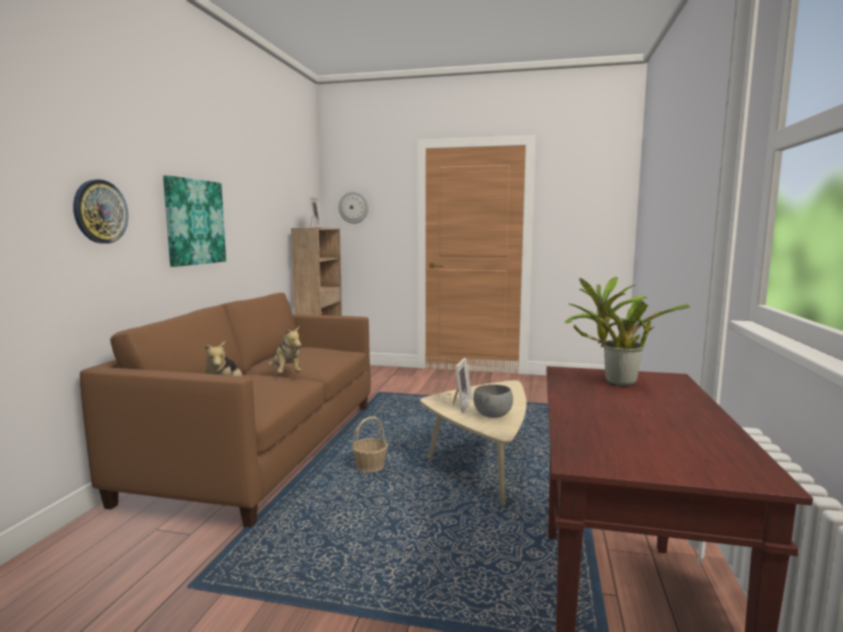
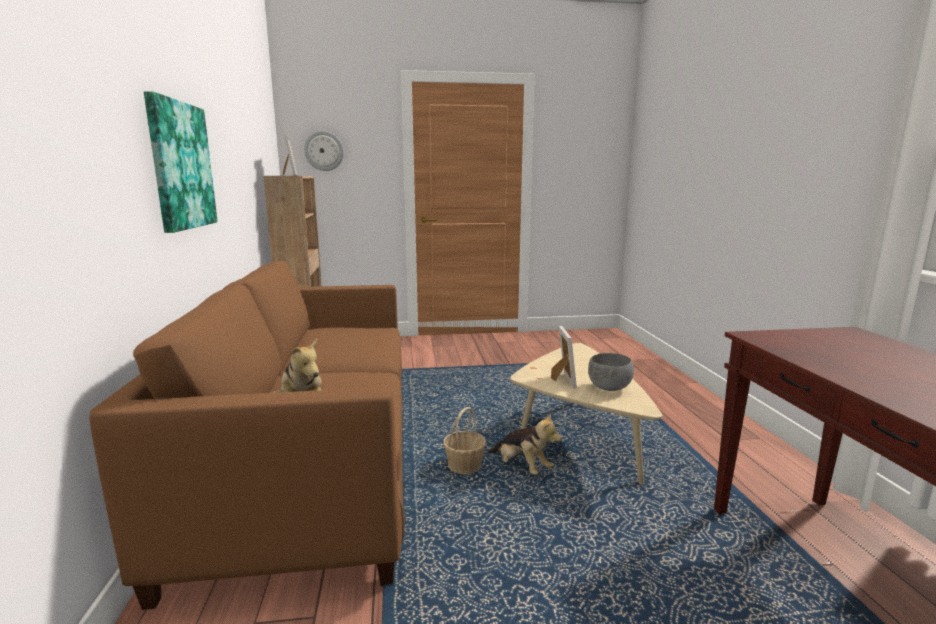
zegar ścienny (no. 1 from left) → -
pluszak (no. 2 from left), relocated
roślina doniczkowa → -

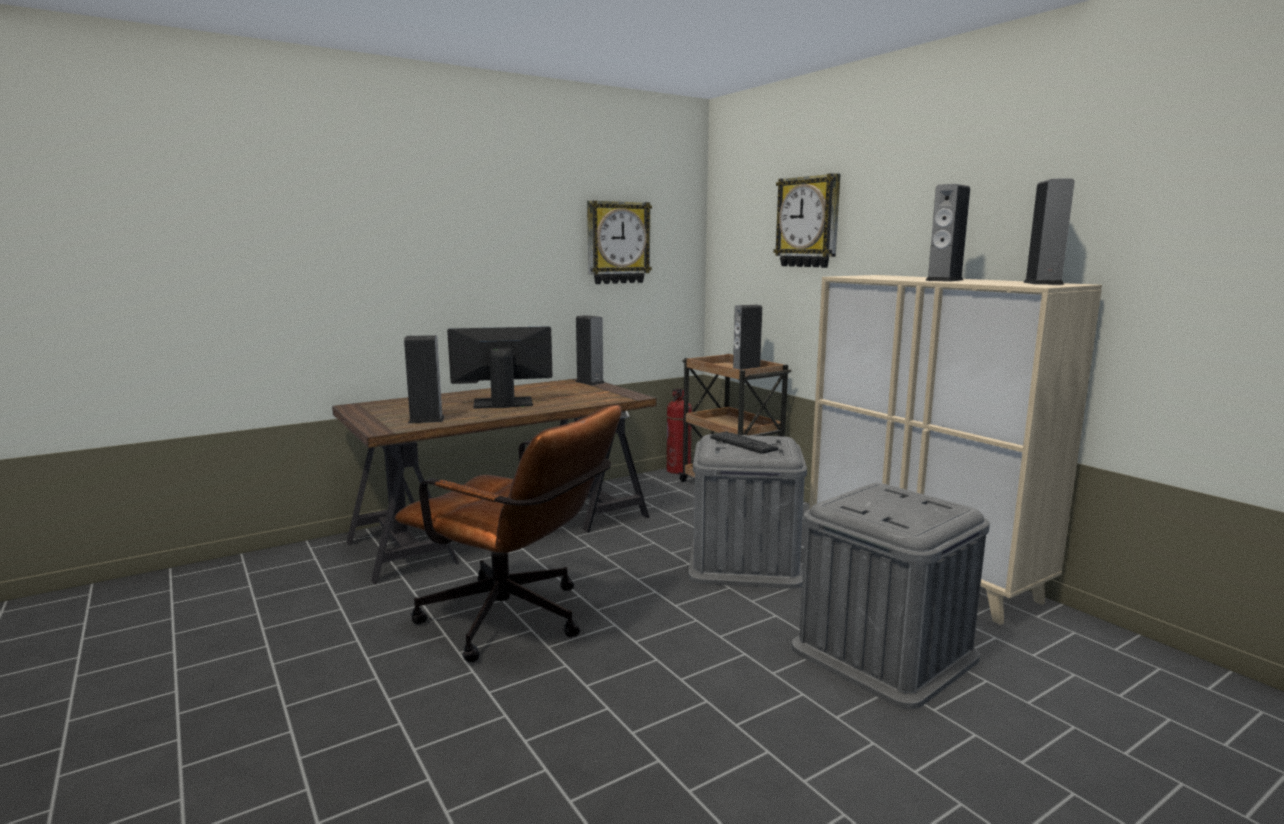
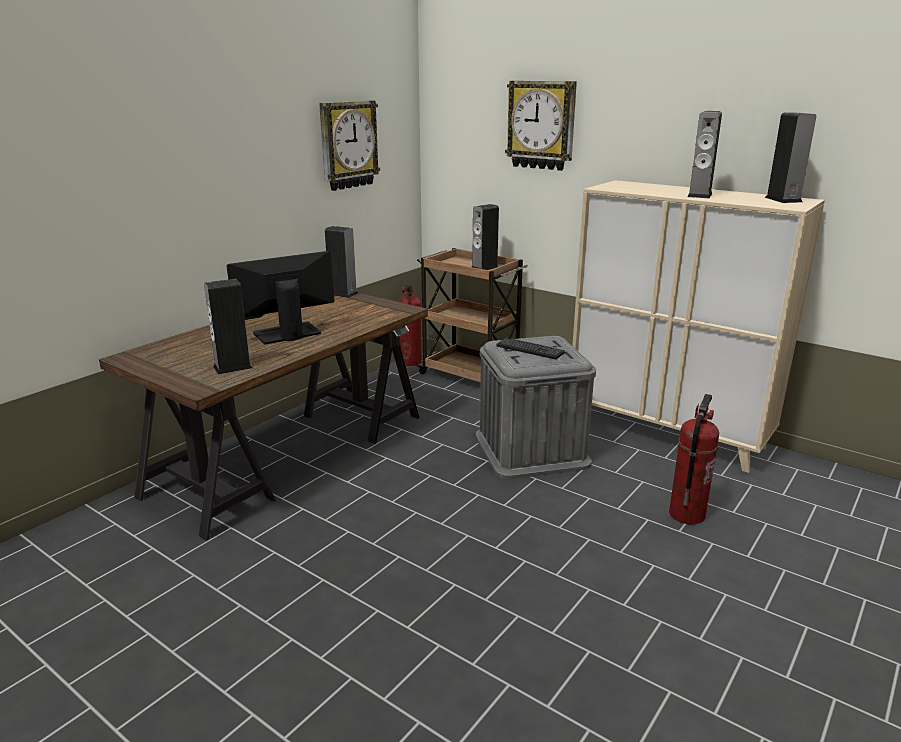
krzesło biurowe (brązowy) → -
pojemnik do przechowywania (szary) (no. 2 from left) → gaśnica (no. 2 from left)

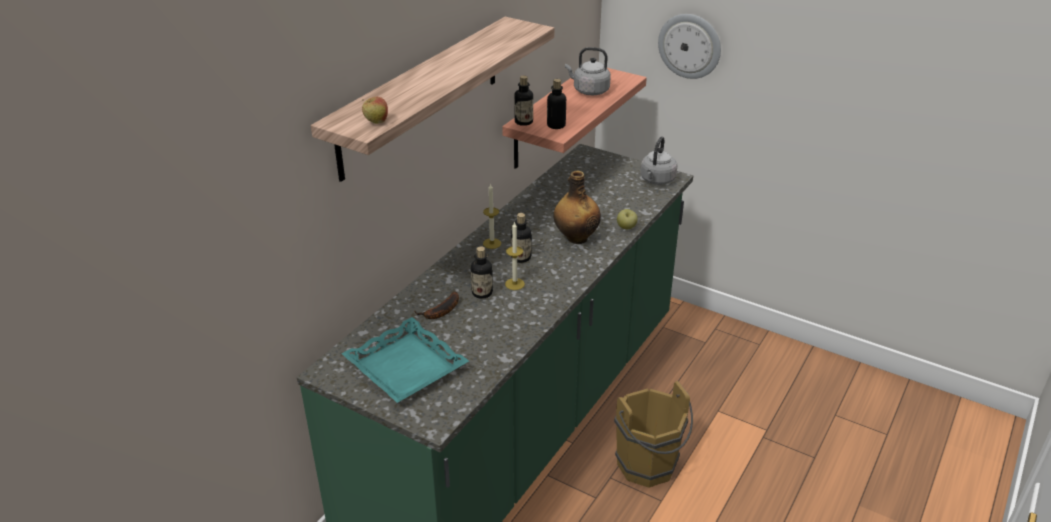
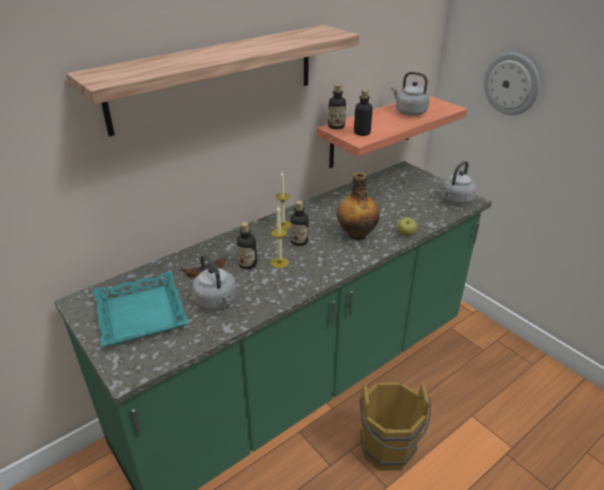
jabłko (no. 1 from left) → -
- → czajnik (szary) (no. 1 from left)

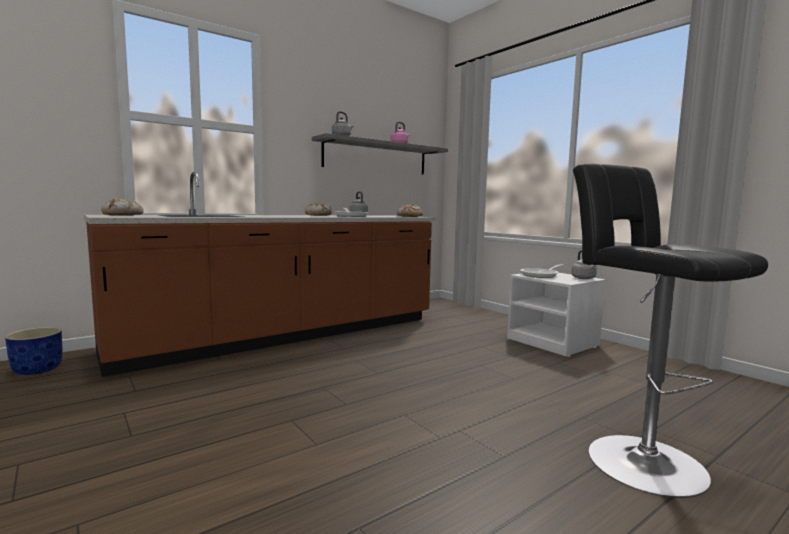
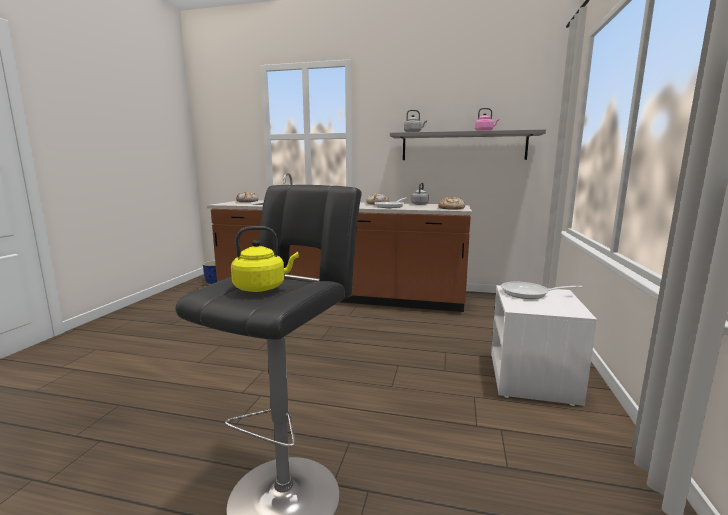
czajnik (szary) (no. 3 from left) → -
- → czajnik (żółty)

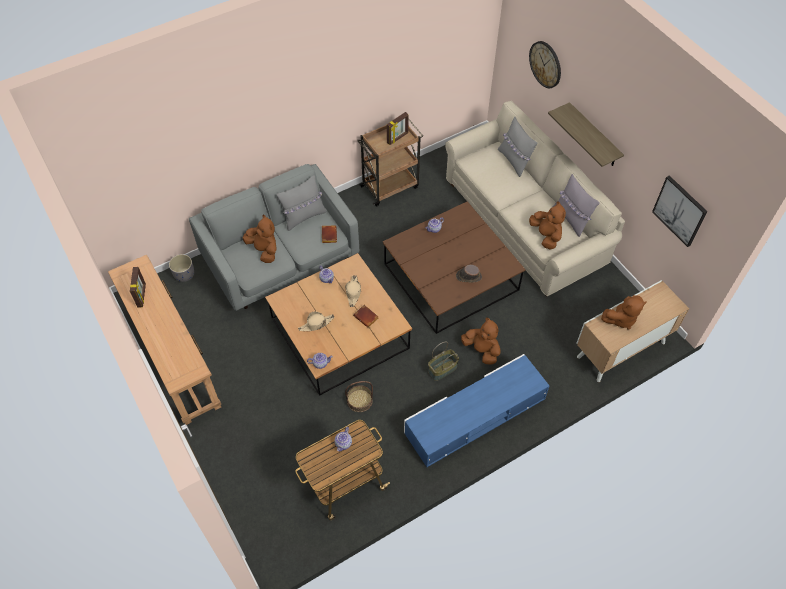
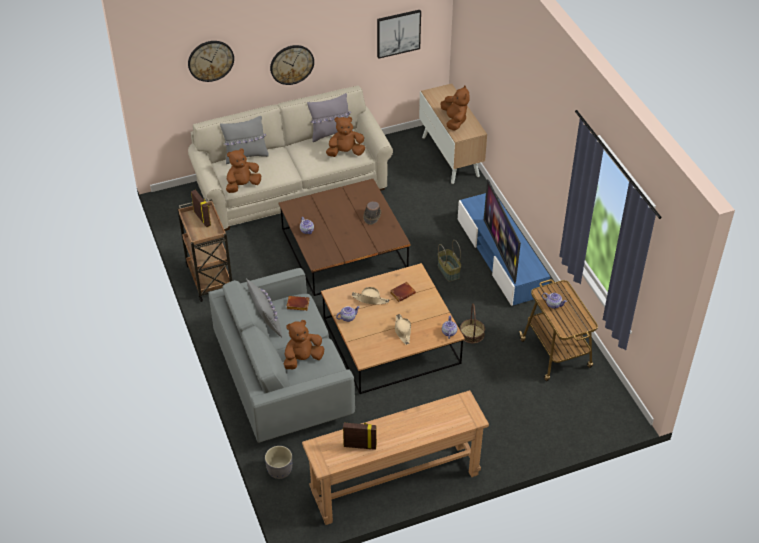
pluszak (brązowy) (no. 2 from left in the first image) → pluszak (brązowy) (no. 1 from left), relocated
półka → zegar ścienny (no. 2 from left)
- → telewizor

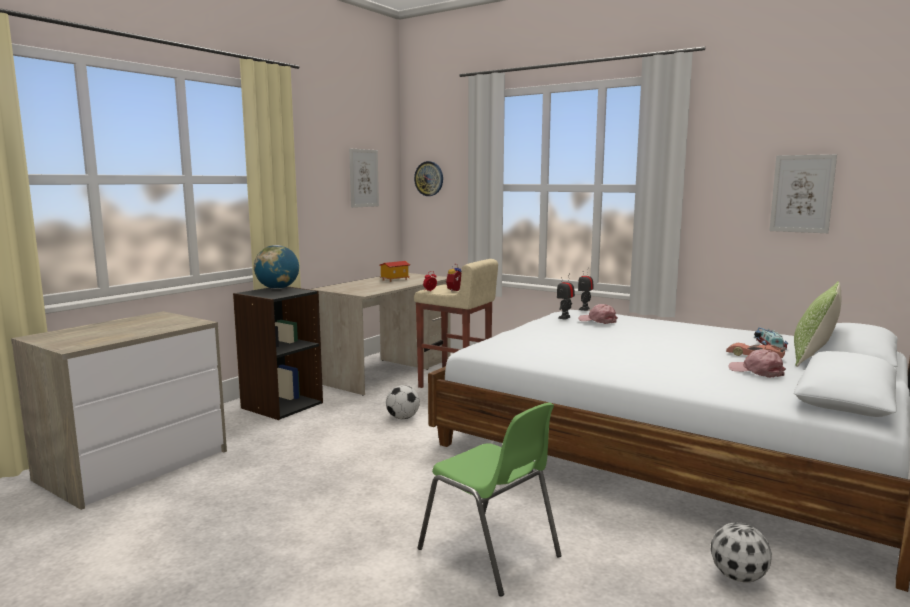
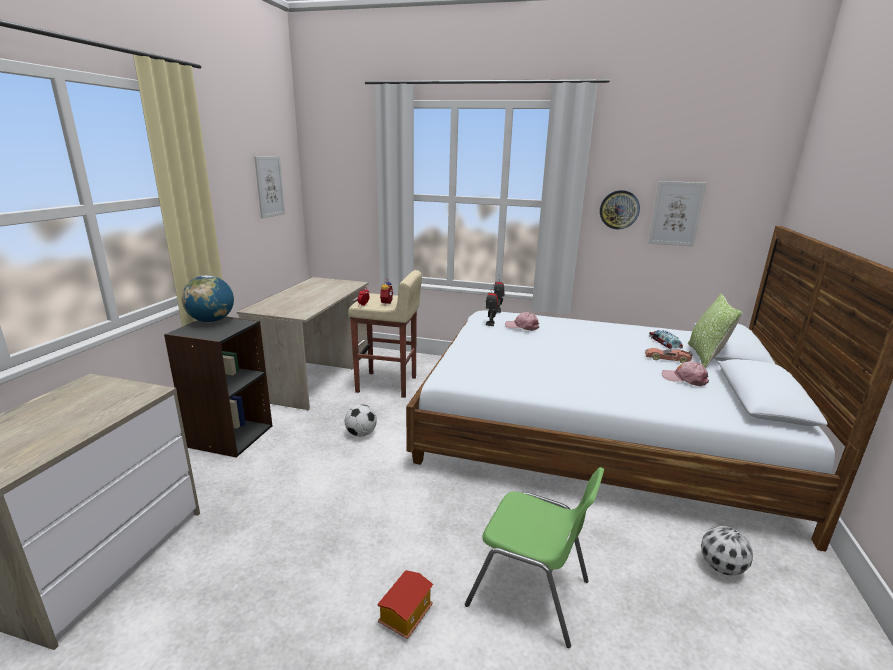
domek, relocated
zegar ścienny, relocated

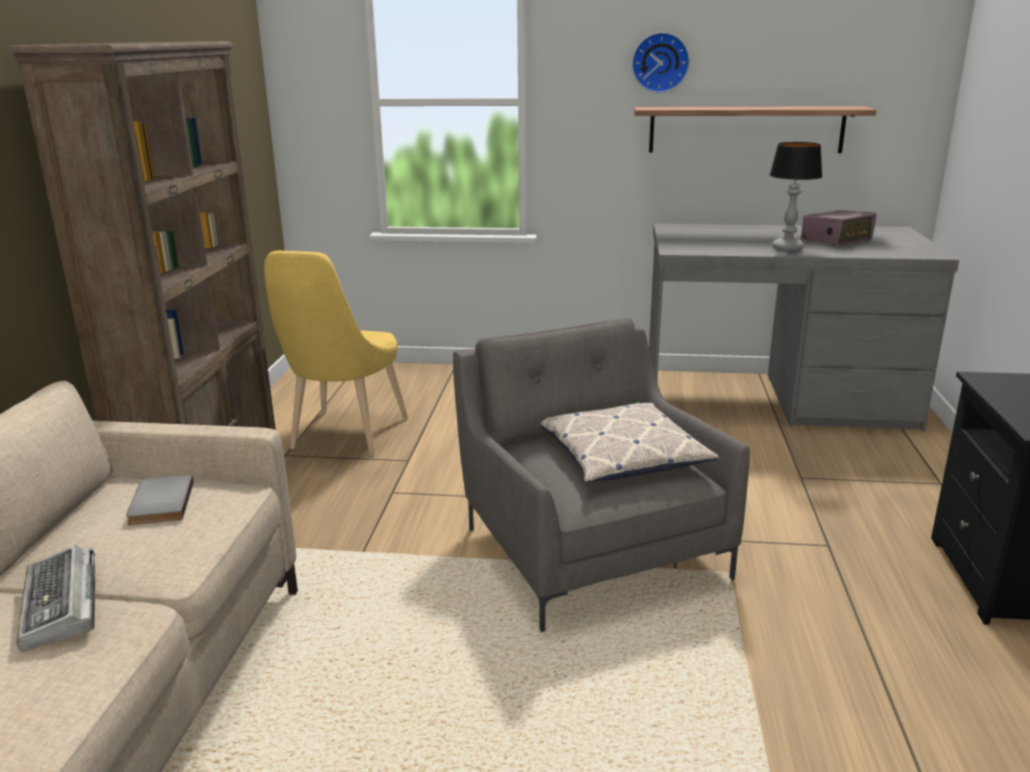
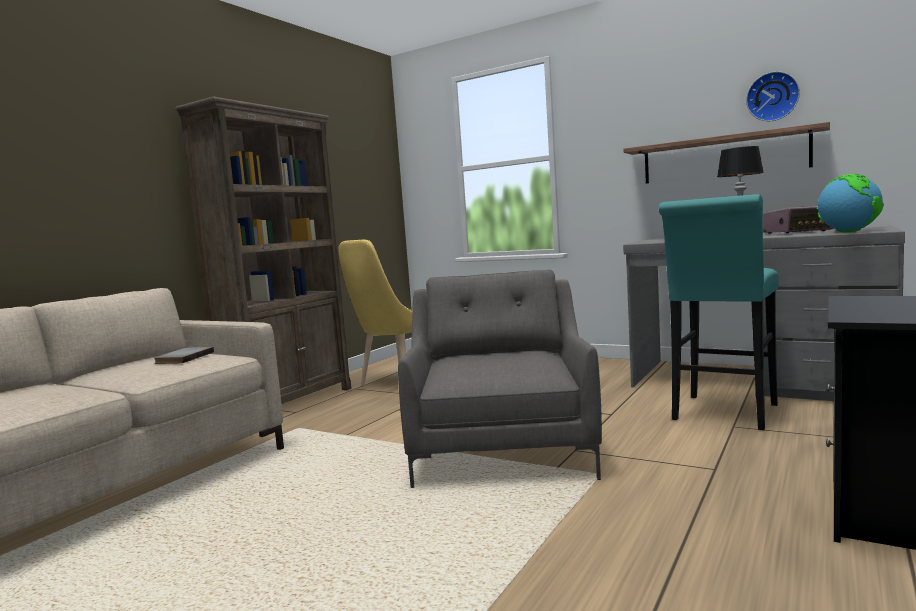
klawiatura → -
poduszka → -
zegar ścienny, relocated
- → stołek (turkusowy)
- → globus

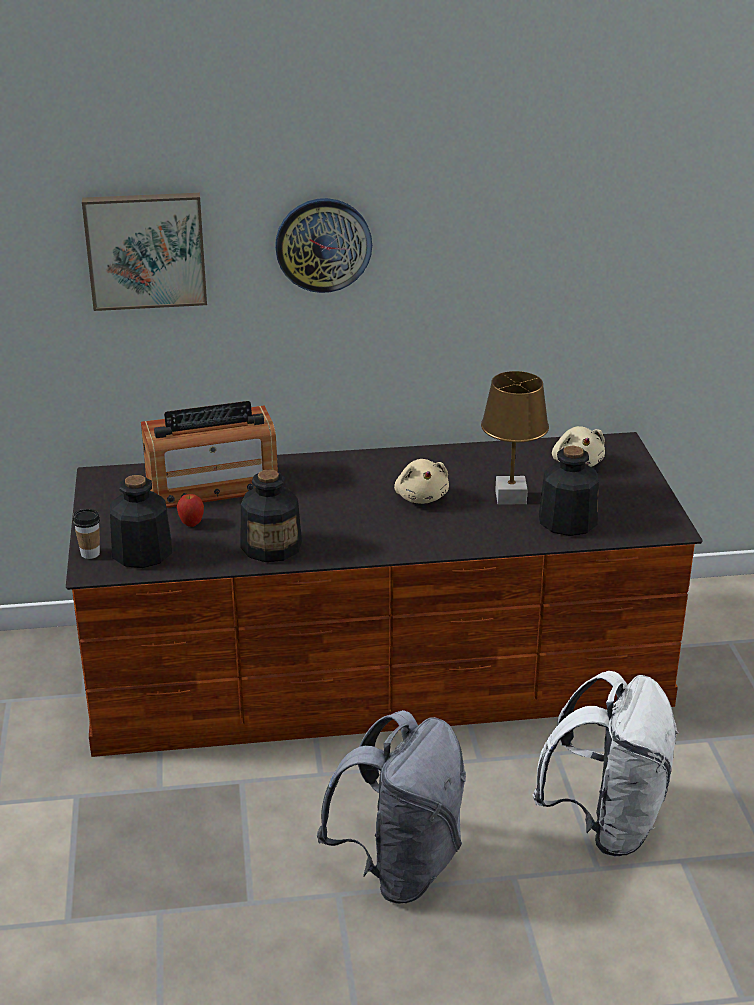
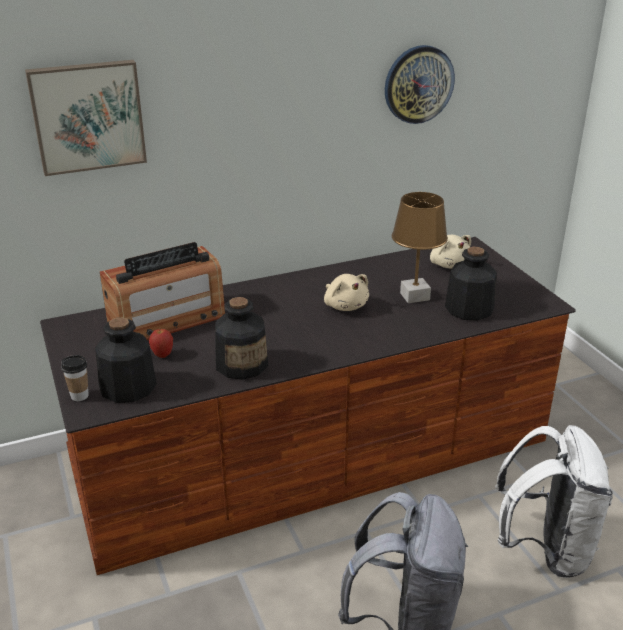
zegar ścienny, relocated

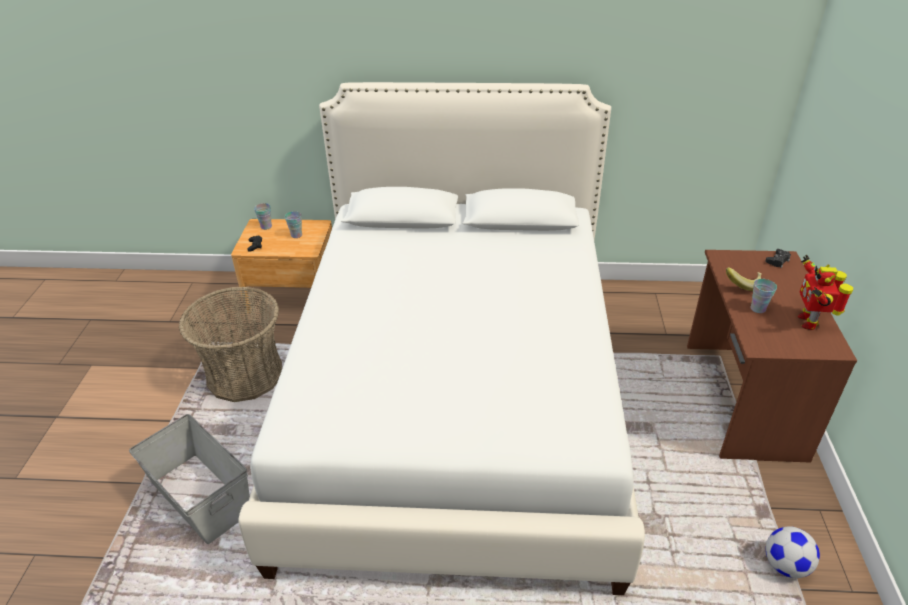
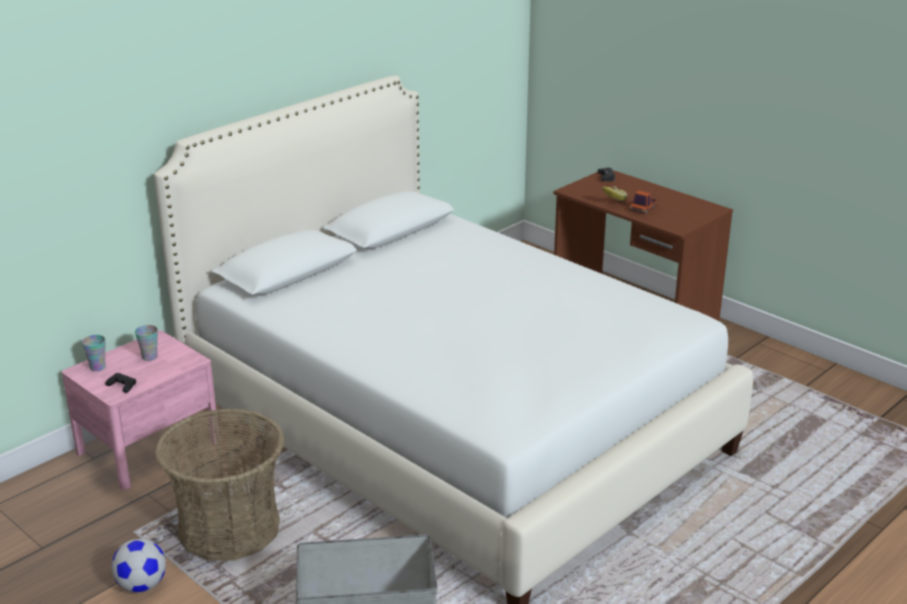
szafka nocna (brązowy) → szafka nocna (różowy)
filiżanka (no. 3 from left) → ciężarówka zabawkowa
piłka futbolowa, relocated
robot zabawkowy → -

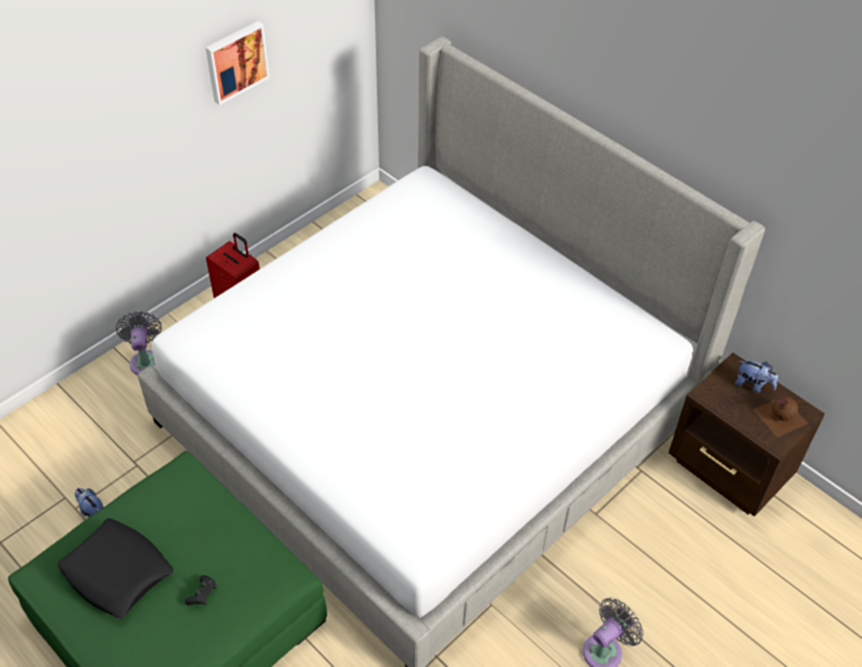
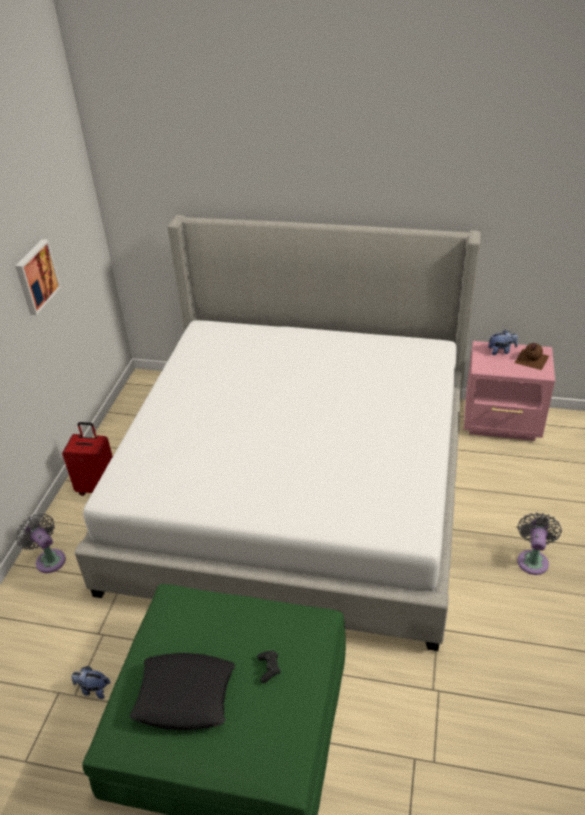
szafka nocna (brązowy) → szafka nocna (różowy)

